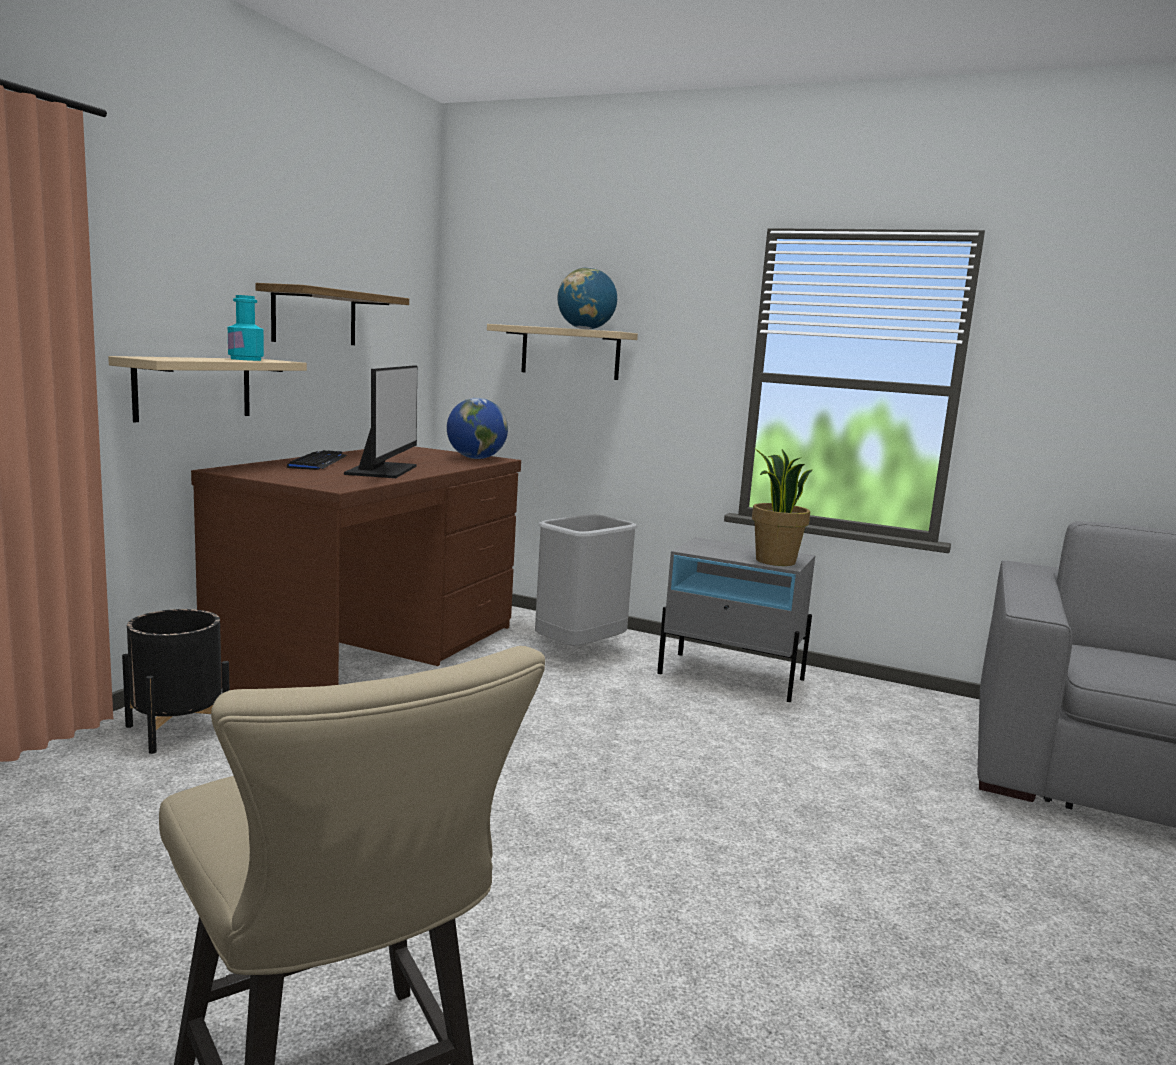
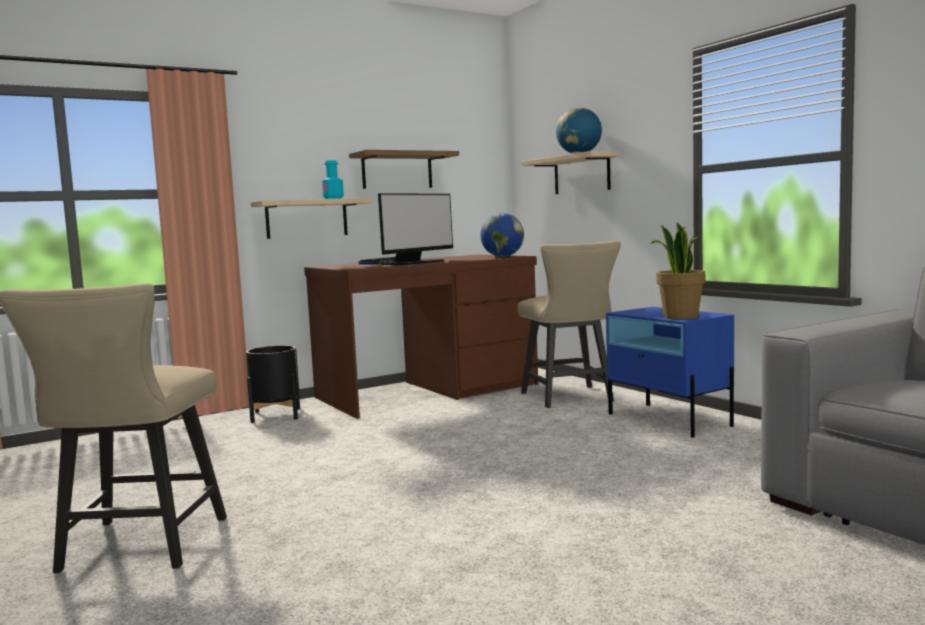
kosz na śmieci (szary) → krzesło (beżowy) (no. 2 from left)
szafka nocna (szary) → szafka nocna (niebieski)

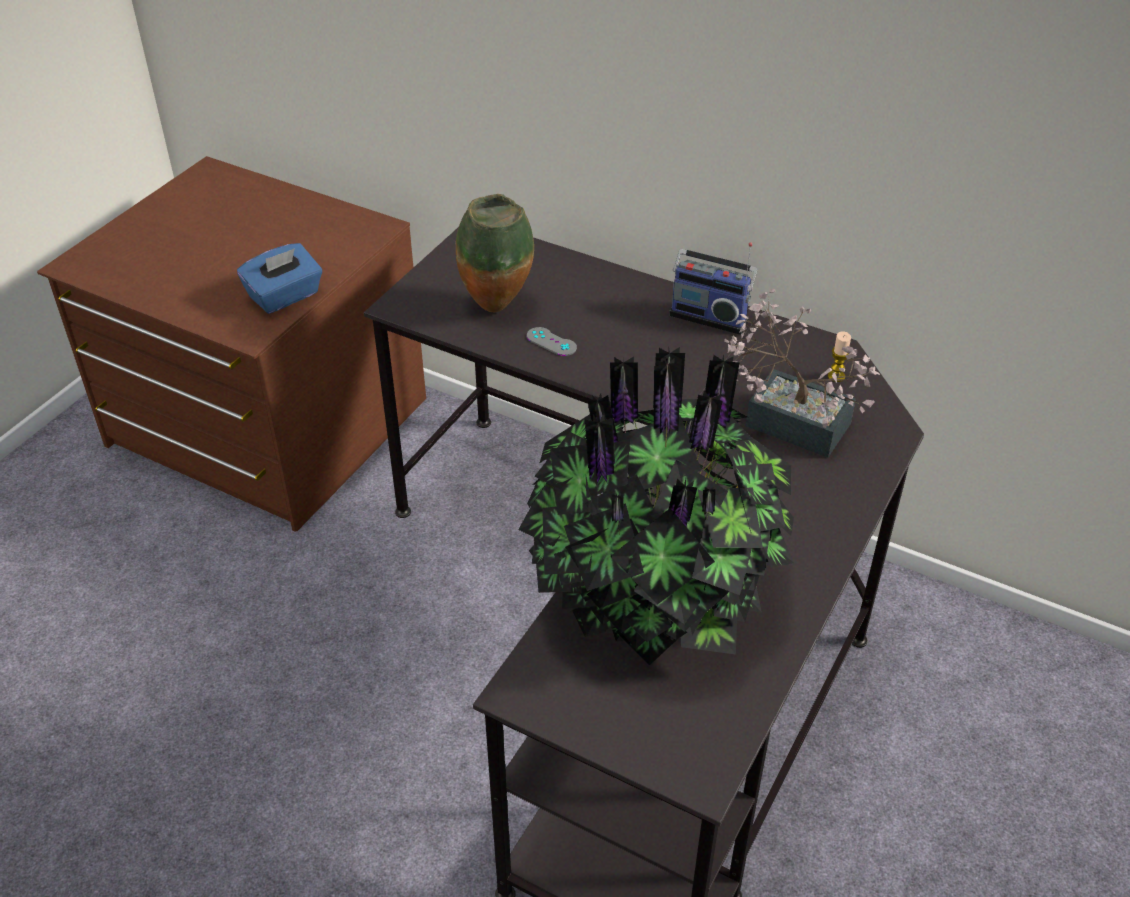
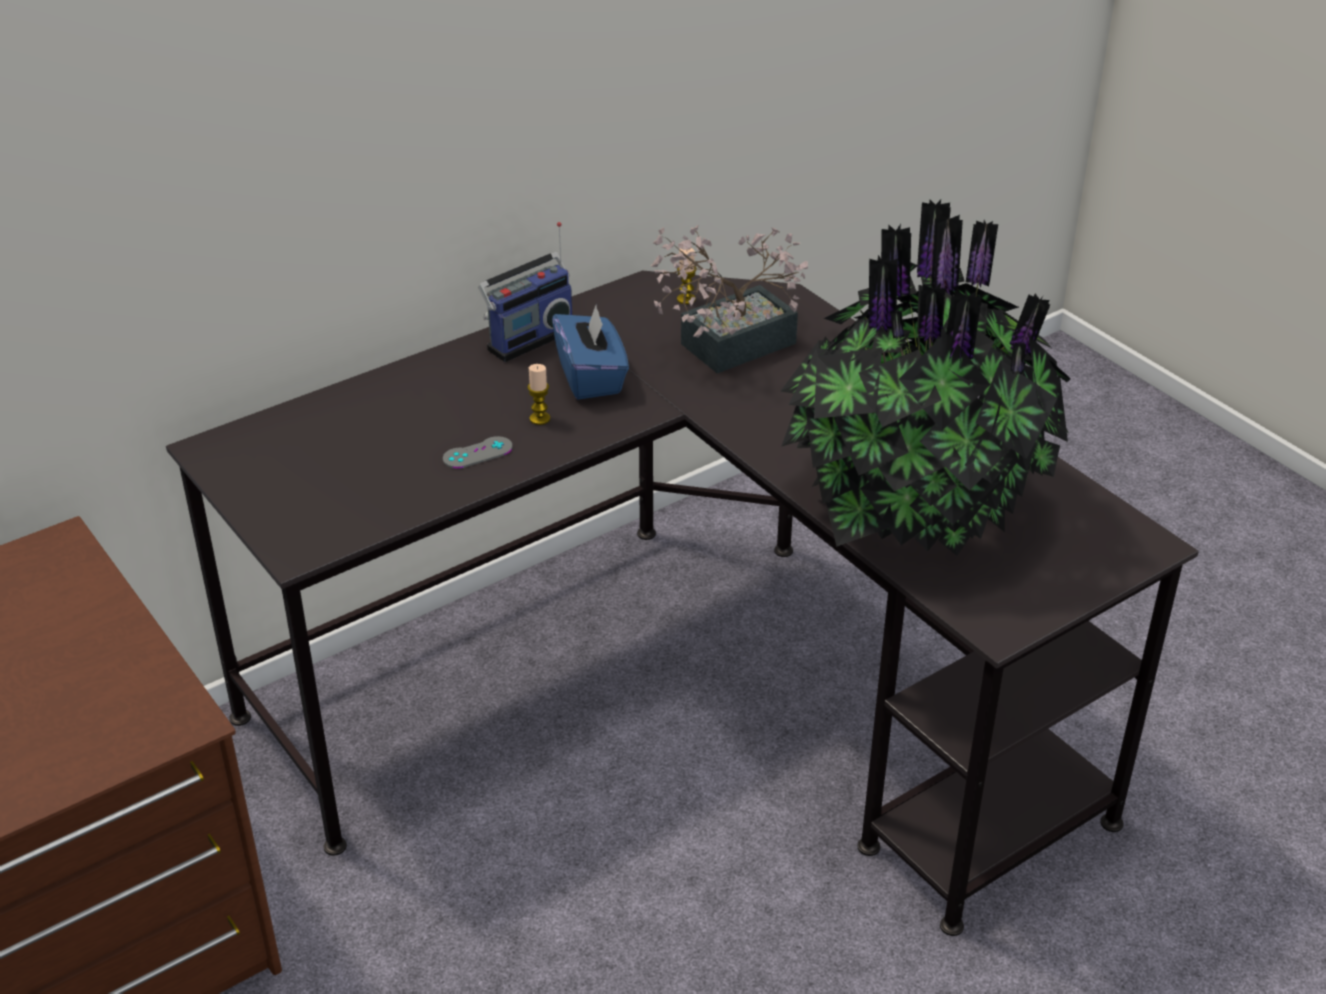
pudełko chusteczek (niebieski), relocated
wazon → -
- → świeca (no. 1 from left)

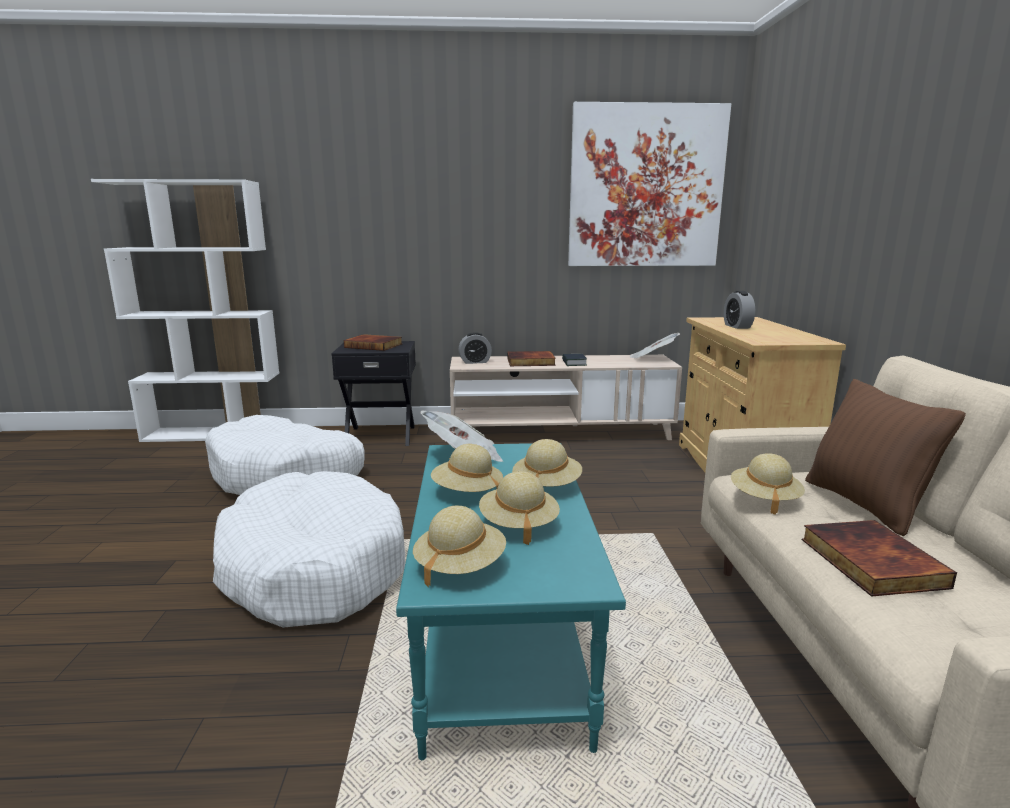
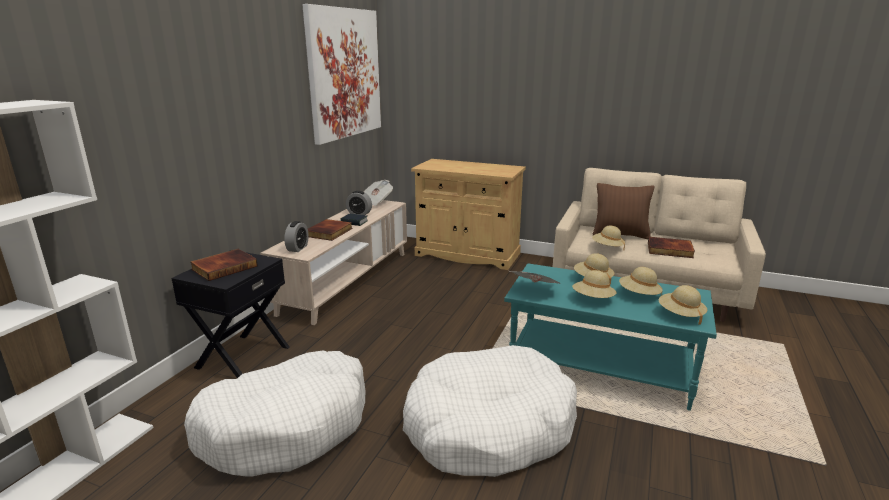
budzik (no. 2 from left), relocated

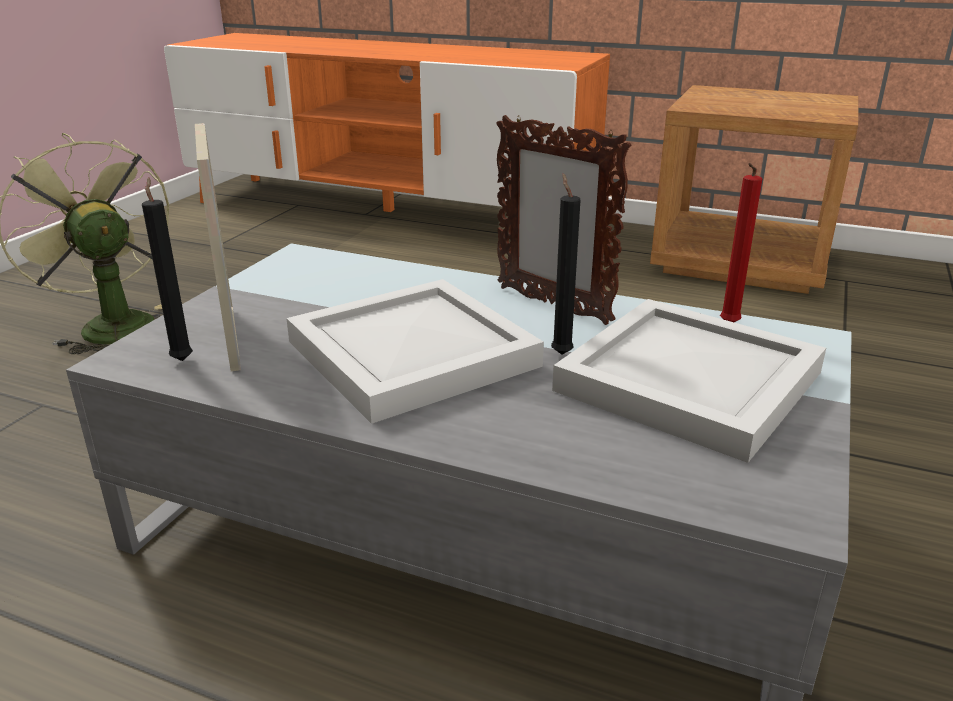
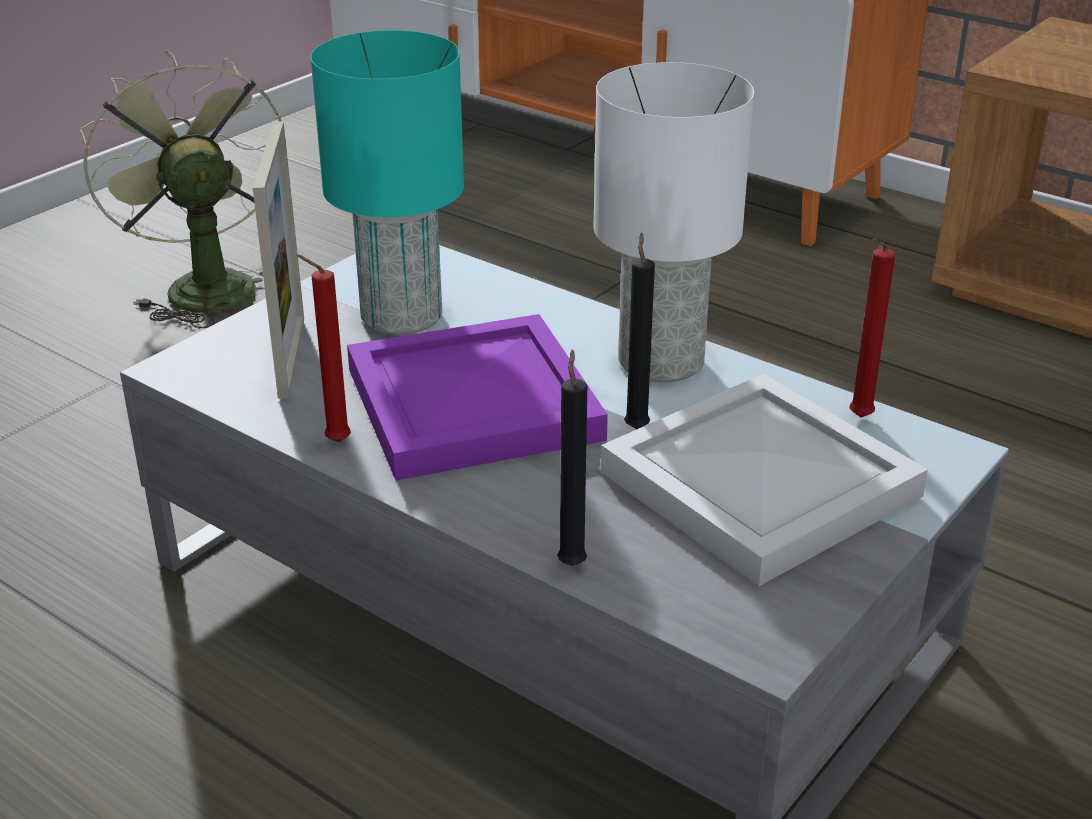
świeca (czarny) (no. 1 from left), relocated
taca (biały) (no. 1 from left) → taca (fioletowy)
ramka na zdjęcie (no. 2 from left) → lampa stołowa (biały)
- → świeca (czerwony) (no. 1 from left)
- → lampa stołowa (turkusowy)

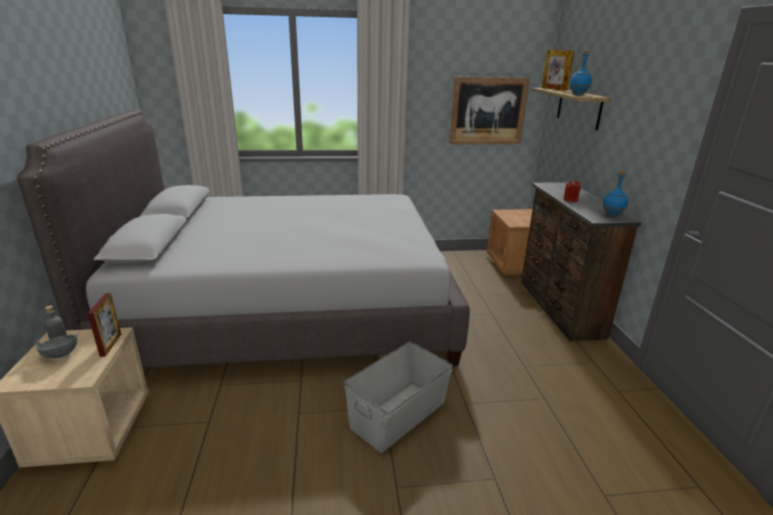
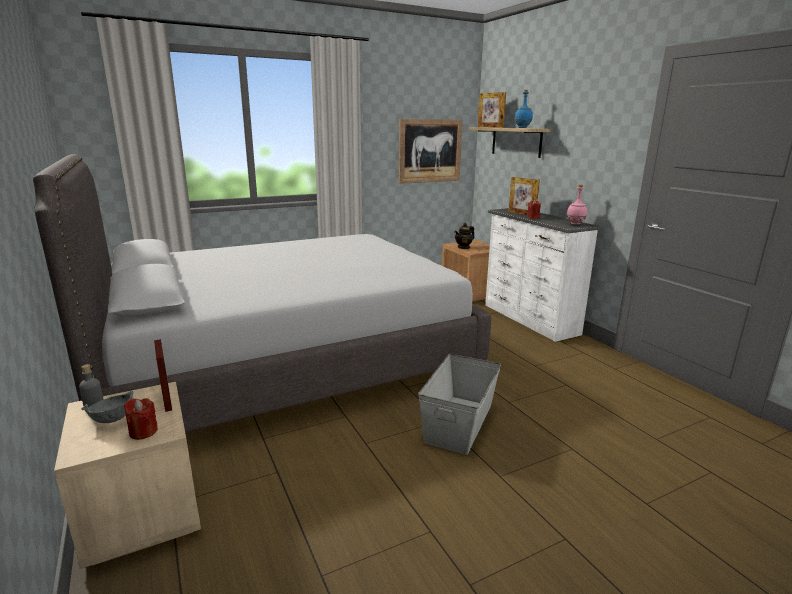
komoda (brązowy) → komoda (biały)
butelka (niebieski) (no. 2 from left) → butelka (różowy)
- → świeca (czerwony) (no. 1 from left)
- → imbryk
- → ramka na zdjęcie (no. 3 from left)

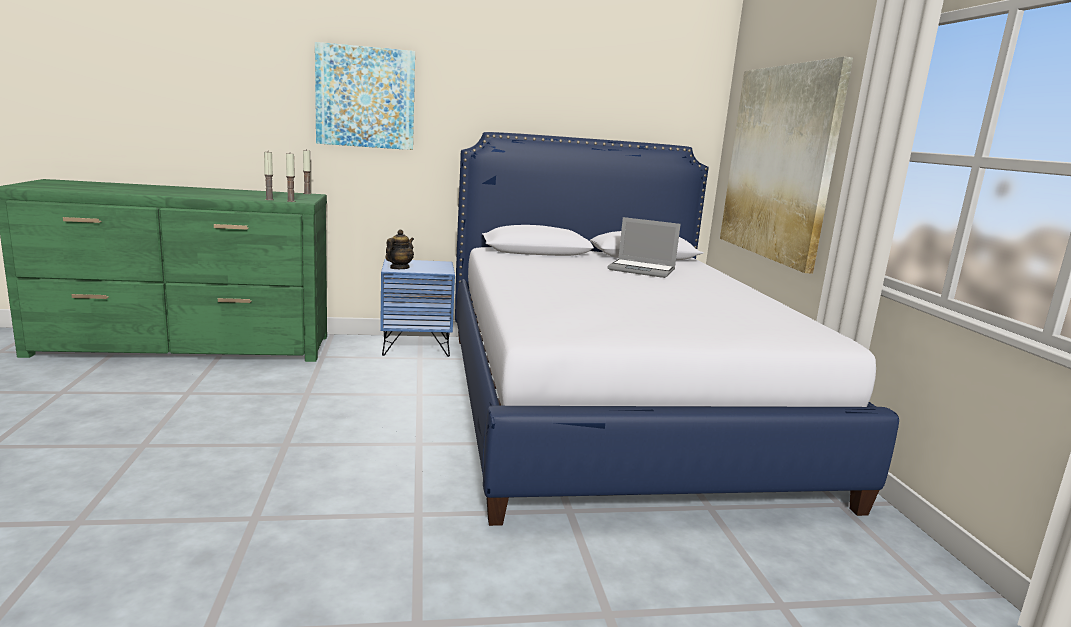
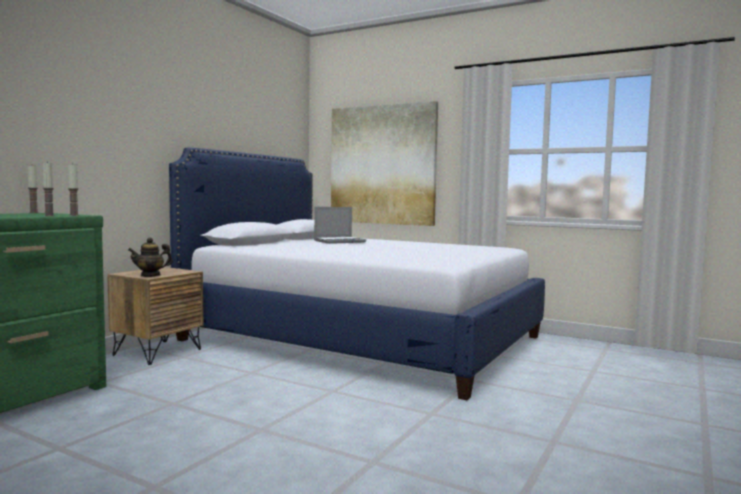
obraz (no. 1 from left) → -
szafka nocna (niebieski) → szafka nocna (brązowy)
imbryk, 90 degrees counterclockwise

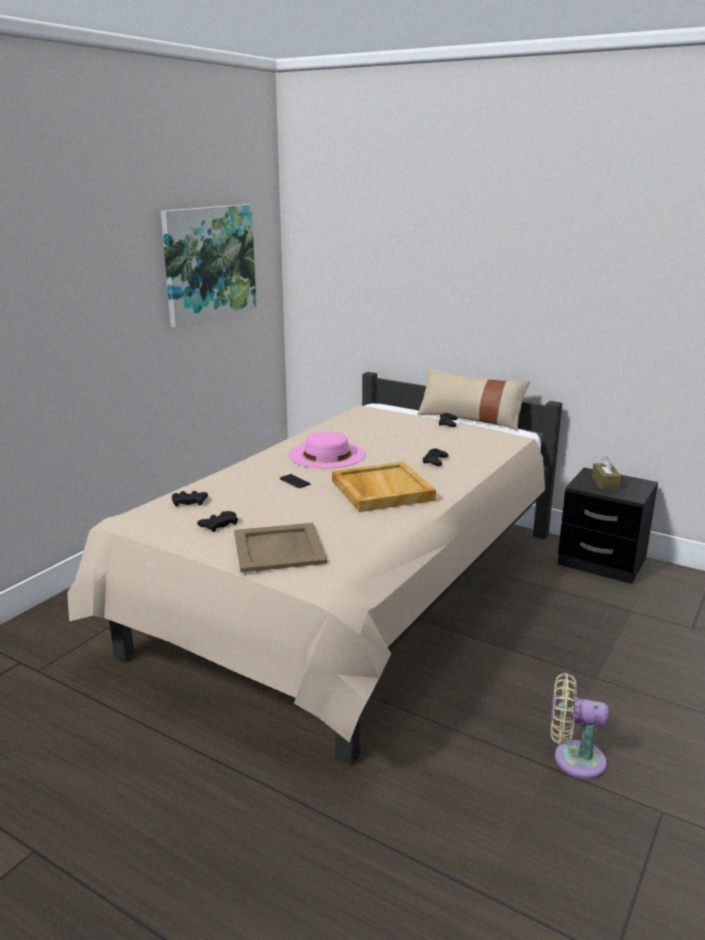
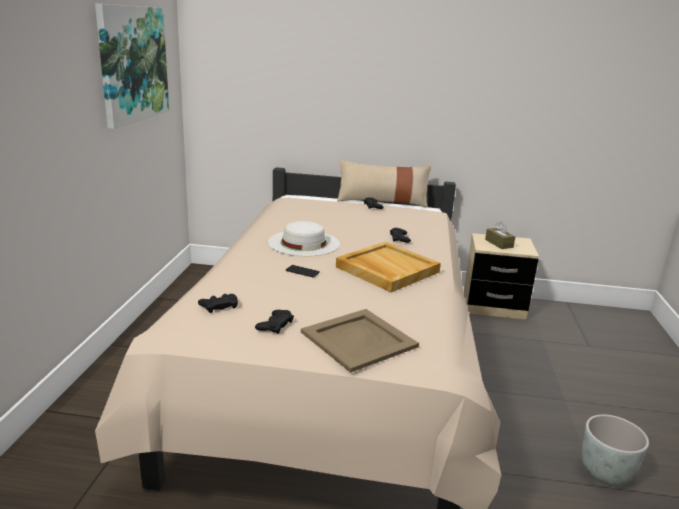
kapelusz (różowy) → kapelusz (biały)
wentylator (beżowy) → donica (szary)
szafka nocna (czarny) → szafka nocna (beżowy)

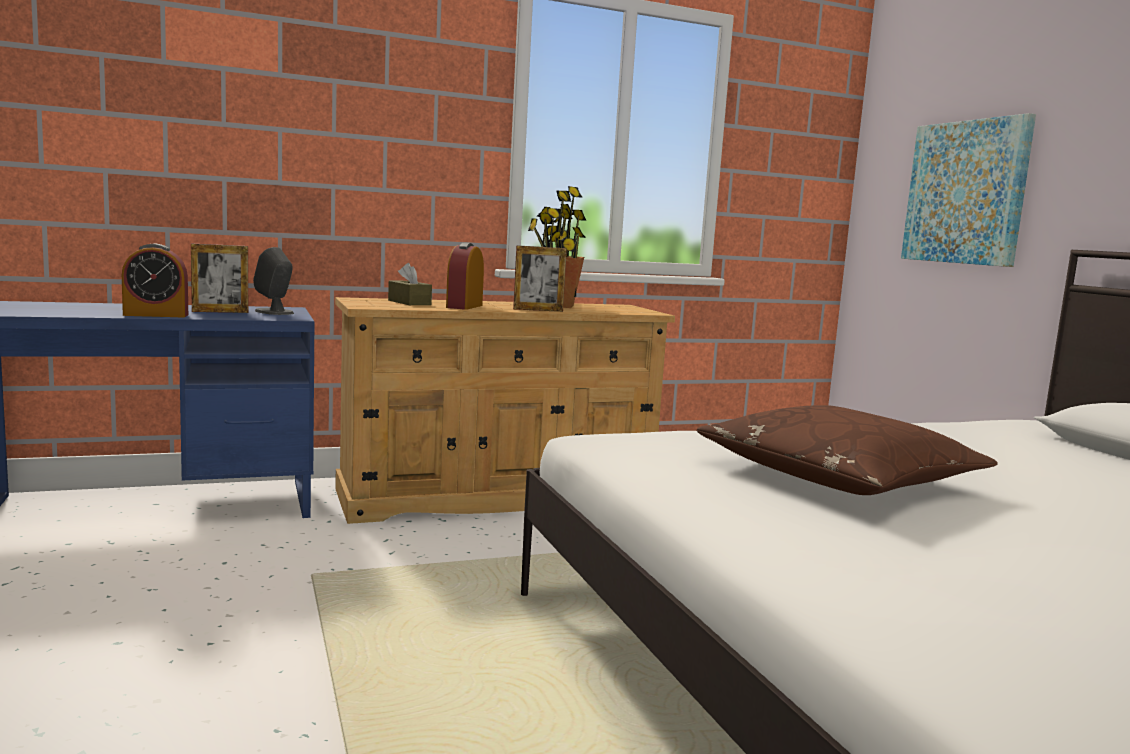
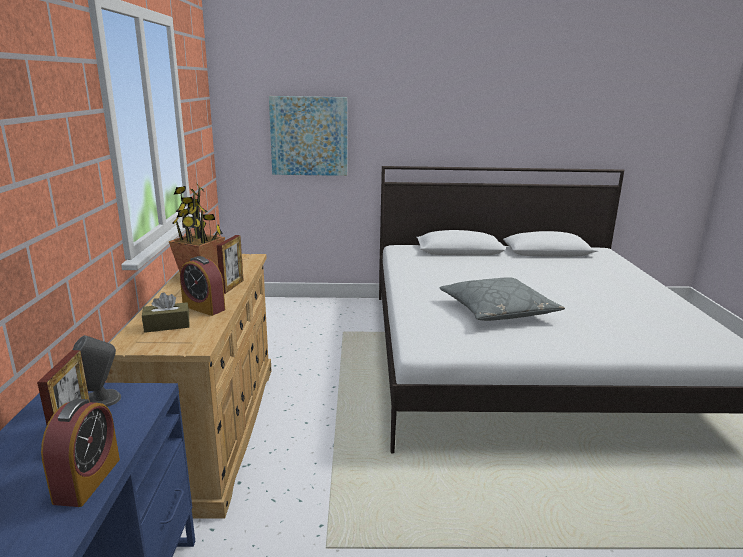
poduszka (brązowy) → poduszka (szary)

